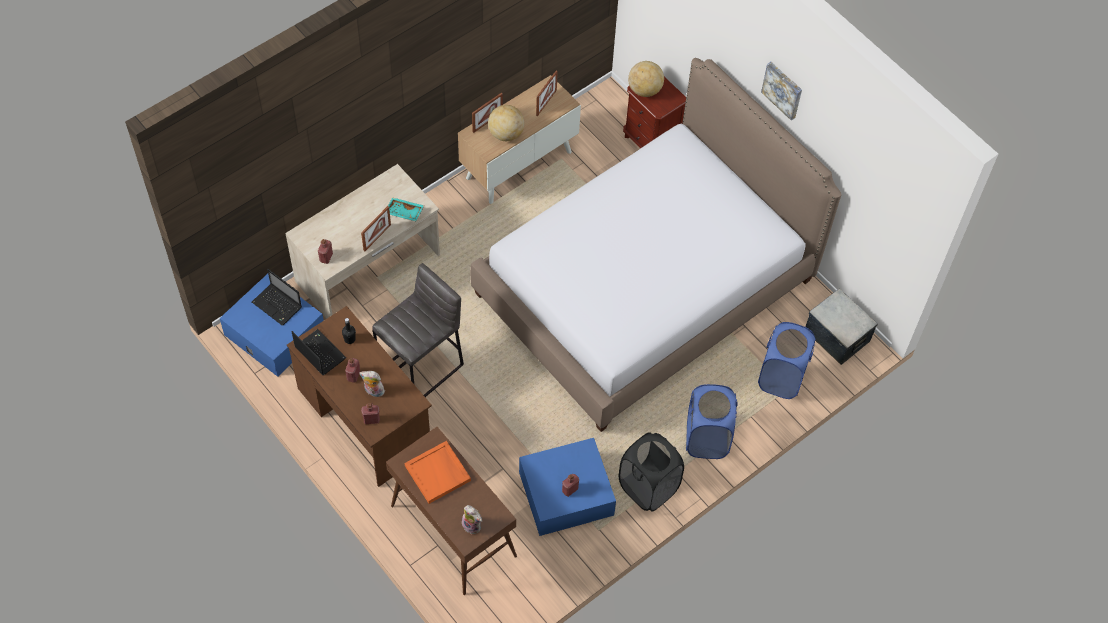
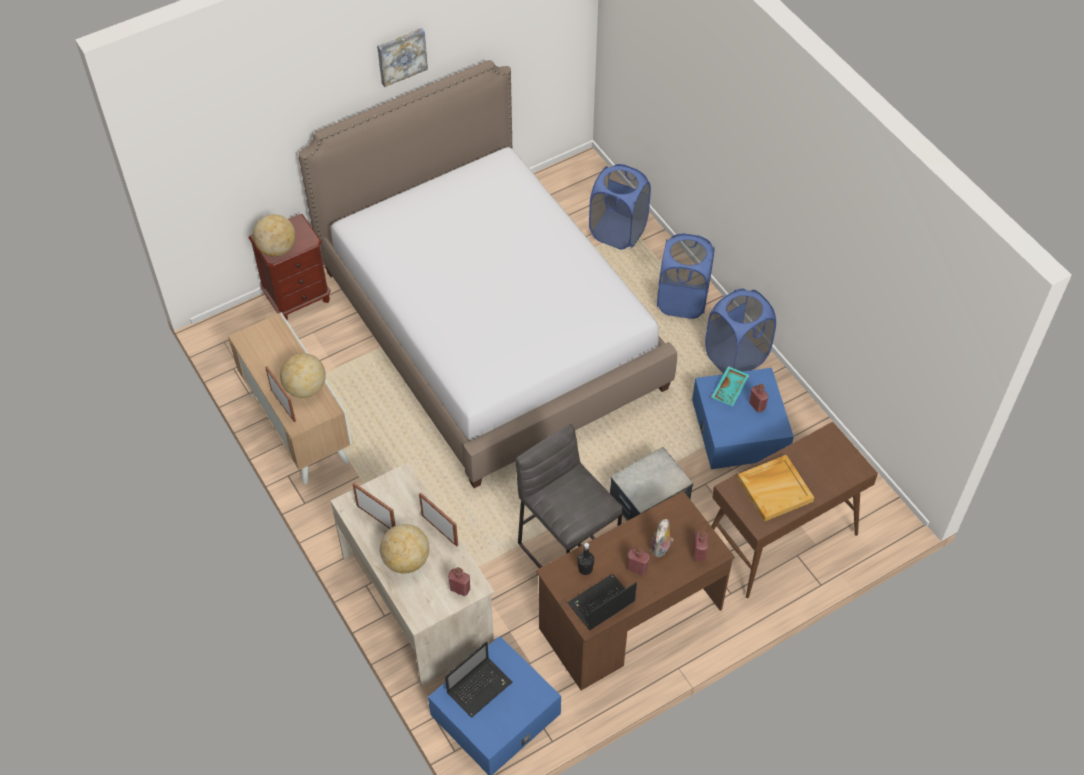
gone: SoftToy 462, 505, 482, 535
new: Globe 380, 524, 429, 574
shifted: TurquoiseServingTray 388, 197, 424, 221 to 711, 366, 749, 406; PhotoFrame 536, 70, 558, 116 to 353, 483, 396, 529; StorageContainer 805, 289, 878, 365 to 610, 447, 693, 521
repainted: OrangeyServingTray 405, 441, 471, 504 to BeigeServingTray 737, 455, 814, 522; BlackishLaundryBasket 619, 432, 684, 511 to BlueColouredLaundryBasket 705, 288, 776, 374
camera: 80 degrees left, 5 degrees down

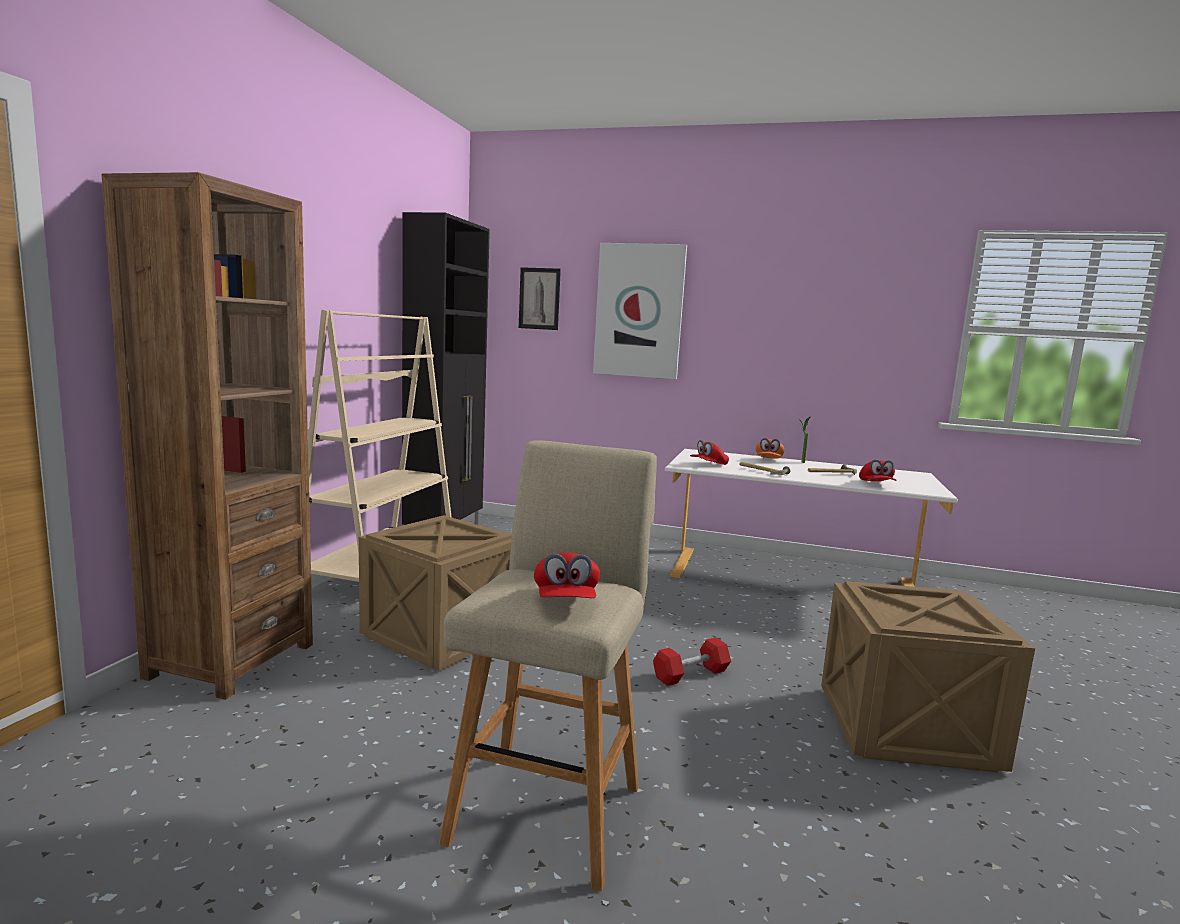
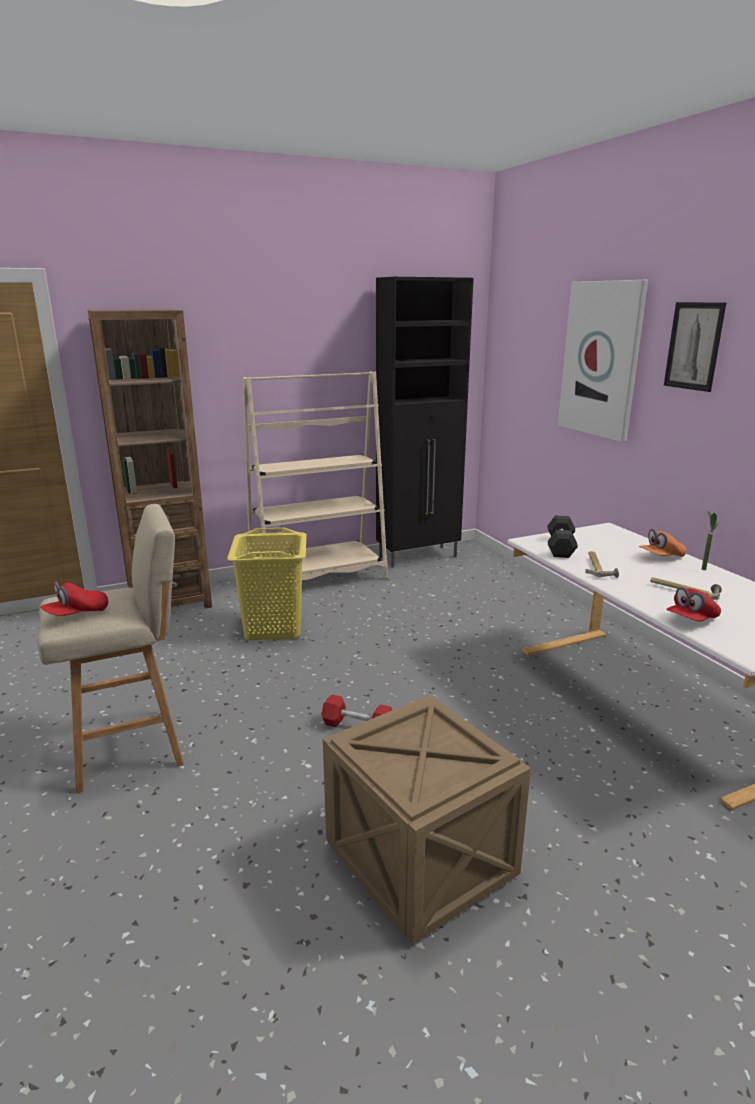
shifted: WallArt 519, 267, 561, 330 to 664, 302, 726, 392
swapped: Crate 359, 515, 512, 670 to YellowishLaundryBasket 227, 528, 307, 640; RedPeakedCap 690, 440, 729, 465 to GreyishHandWeight 547, 515, 578, 558
camera: 50 degrees right, 10 degrees up

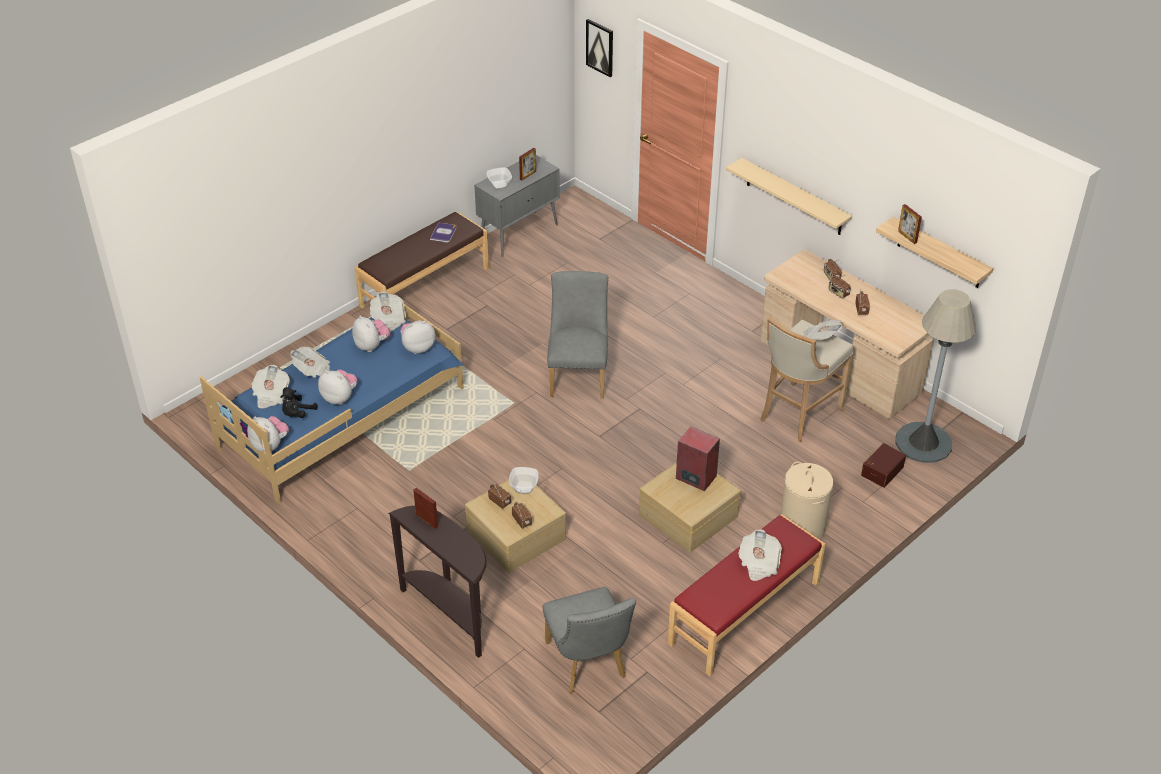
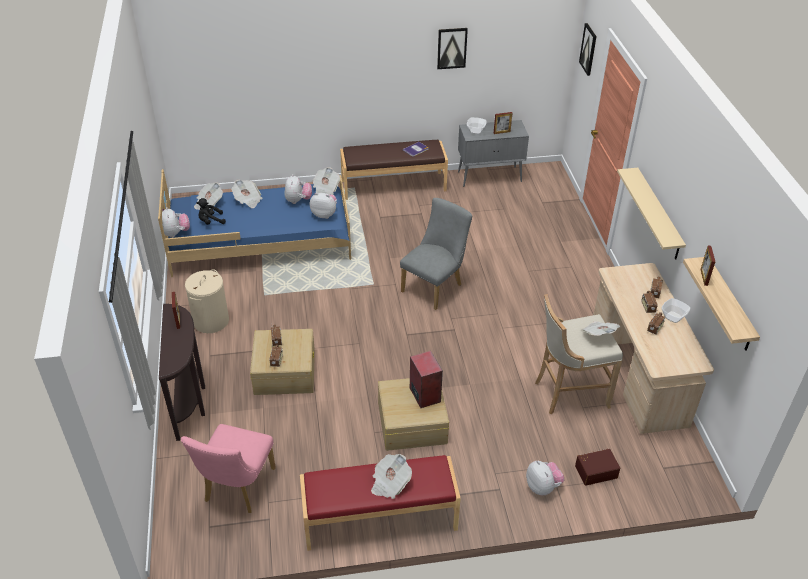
gone: GreyishFloorLamp 896, 289, 976, 463
new: WallArt 437, 28, 468, 69
shifted: SoftToy 318, 369, 357, 405 to 526, 461, 564, 495; DeepDish 509, 467, 539, 494 to 661, 298, 690, 323; BeigeLaundryBasket 780, 462, 833, 539 to 185, 270, 229, 333
repainted: GreyishPlainChair 543, 587, 636, 693 to PinkPlainChair 181, 424, 276, 513
camera: 35 degrees right, 0 degrees up

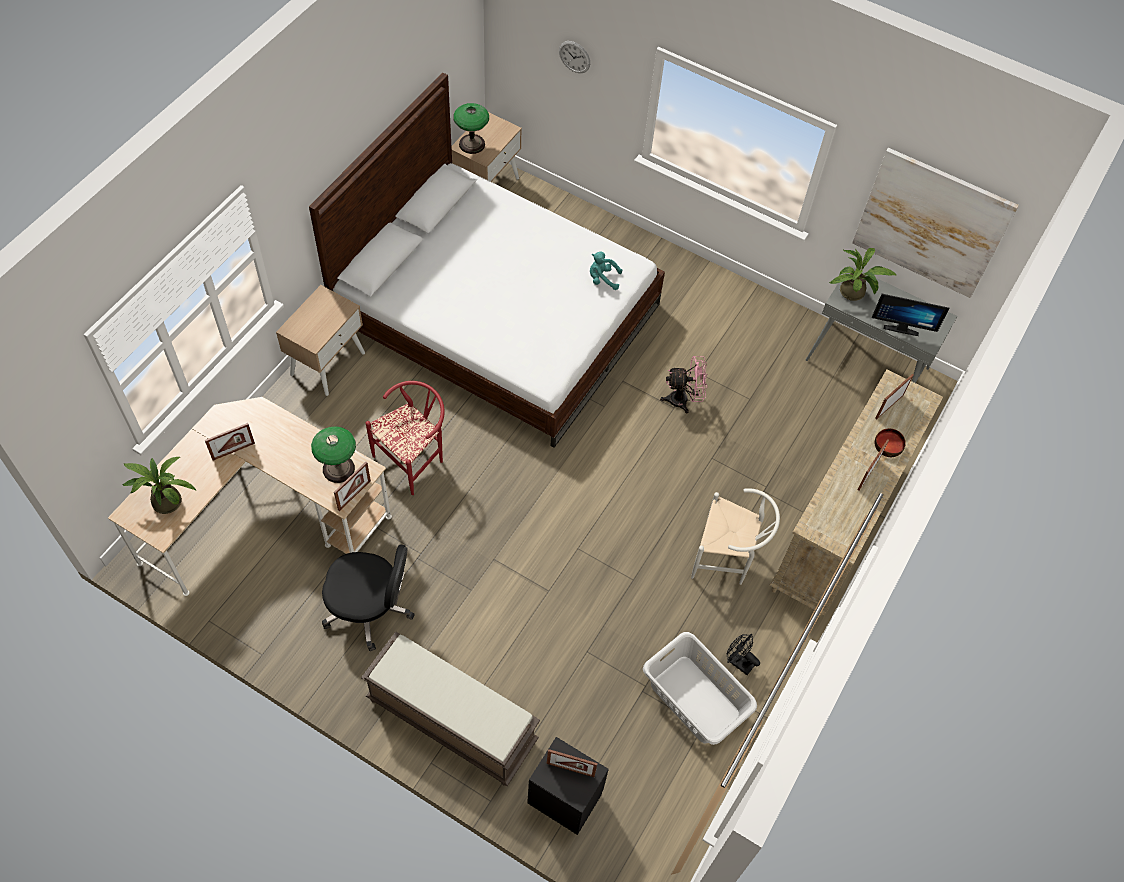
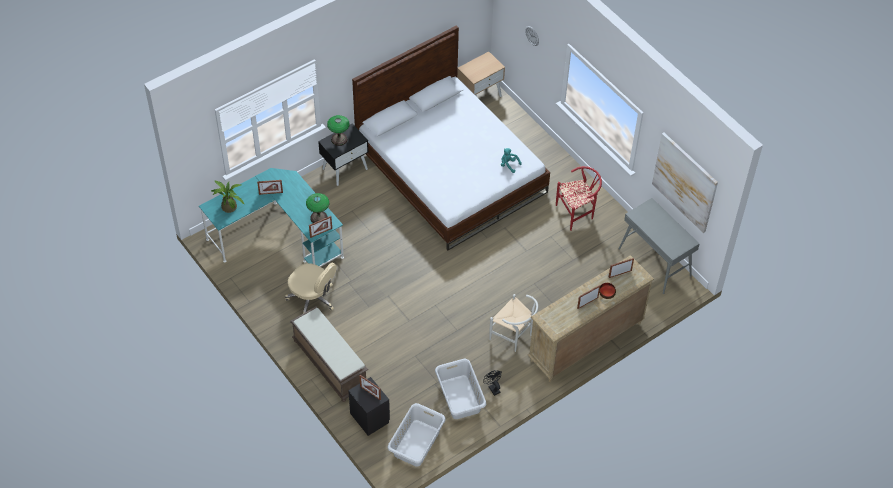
gone: PinkFan 660, 356, 708, 413; PottedPlant 829, 248, 897, 301; ComputerDisplay 872, 294, 949, 336
new: GreyishLaundryBasket 388, 403, 446, 467
shifted: RedPlainChair 366, 381, 445, 495 to 556, 166, 602, 231; LampForATable 454, 103, 489, 154 to 327, 115, 350, 146
repainted: BeigeDeskUnit 108, 397, 392, 596 to TurquoiseDeskUnit 199, 168, 344, 267; BeigeNightTable 276, 285, 365, 396 to BlackishNightTable 318, 123, 369, 186; BlackishComputerChair 322, 544, 415, 651 to BeigeComputerChair 285, 262, 337, 313
camera: 25 degrees right, 5 degrees down

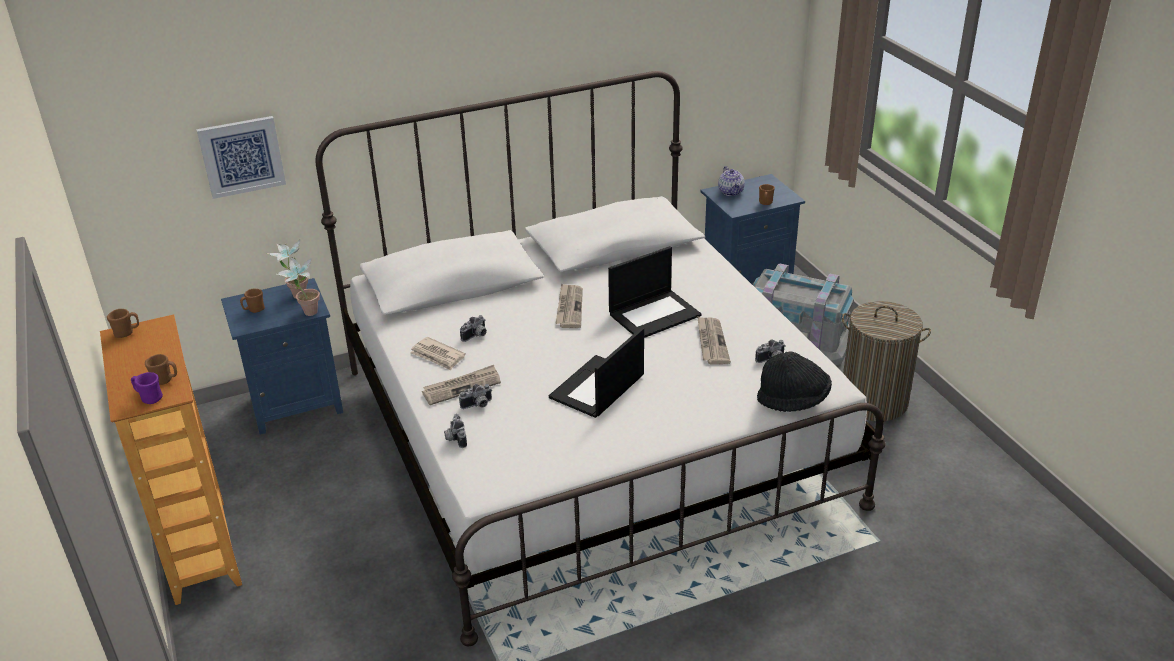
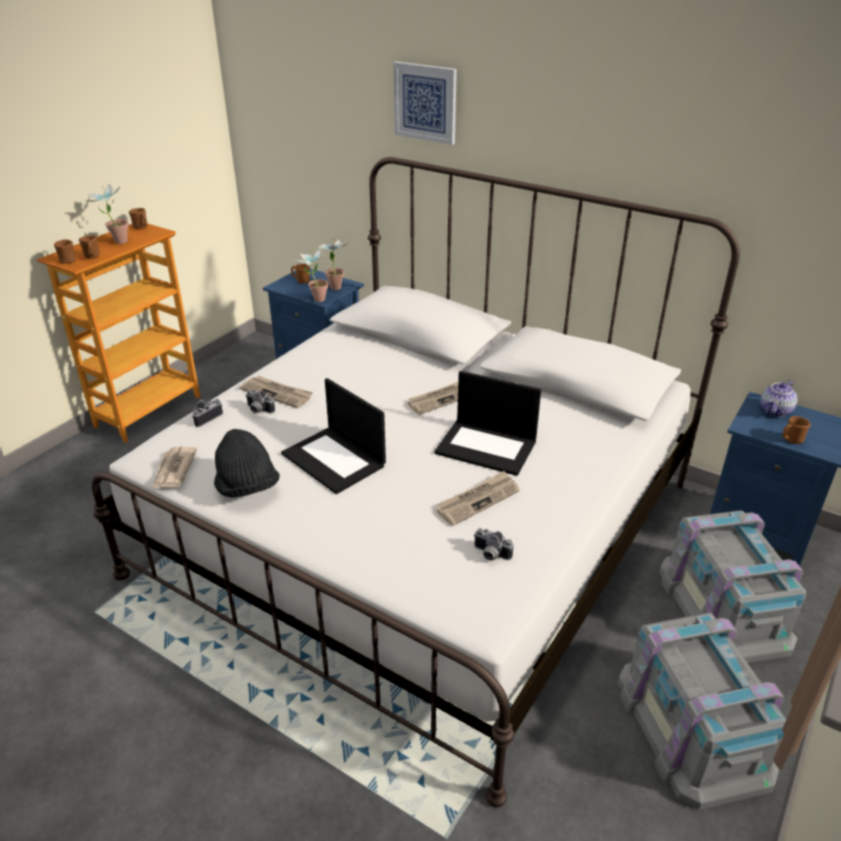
gone: StillCamera 460, 315, 487, 342
new: PottedPlant 86, 184, 129, 244
shifted: WallArt 196, 116, 286, 199 to 393, 62, 457, 145; DailyPaper 410, 337, 466, 371 to 152, 447, 198, 489; BlackishWearableHat 757, 351, 832, 412 to 214, 429, 280, 498
swapped: LaundryBasket 842, 301, 931, 421 to GreyishStorageContainer 618, 612, 786, 810
repainted: PurpleColouredTeaMug 131, 372, 163, 404 to BrownTeaMug 54, 239, 76, 264
rotated: Laptop 549, 327, 644, 418 = 281, 378, 386, 494 135 degrees counterclockwise
camera: 55 degrees right, 0 degrees up

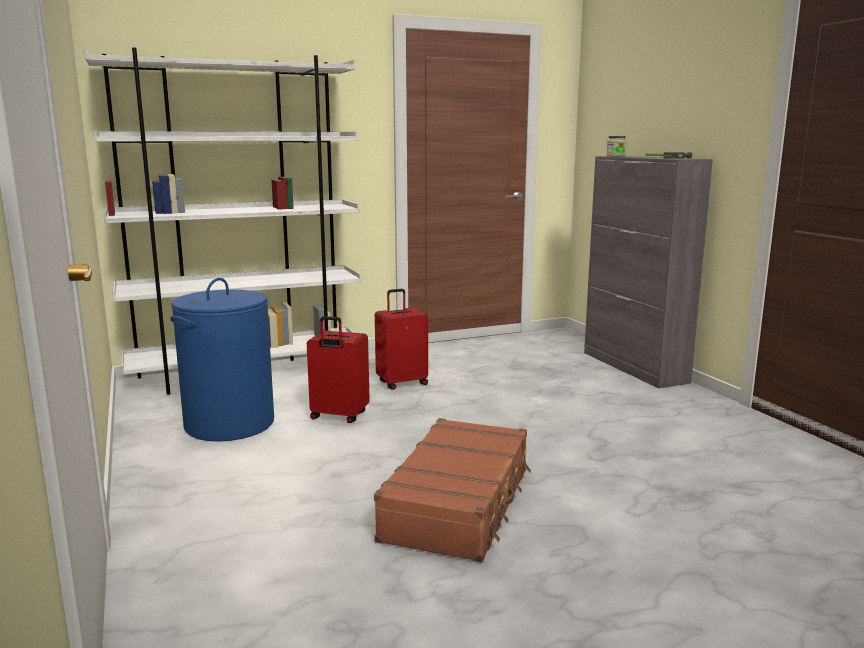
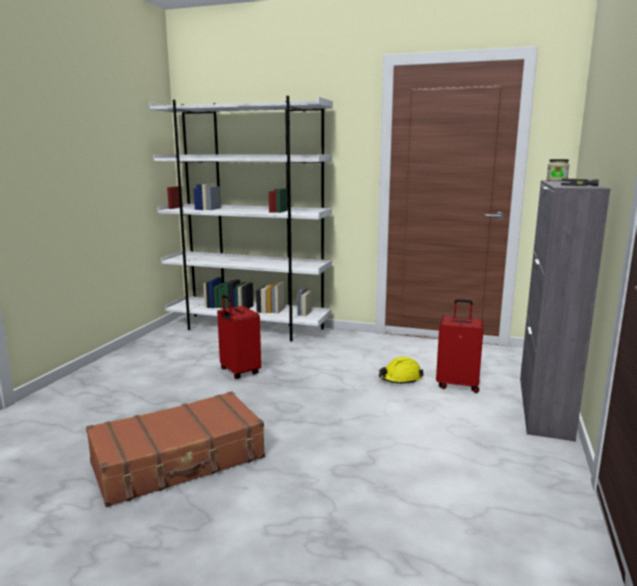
gone: BlueColouredLaundryBasket 170, 278, 274, 442
new: YellowishHardHat 379, 357, 424, 384
shifted: RedPieceOfLuggage 375, 289, 428, 390 to 436, 299, 483, 393
camera: 40 degrees right, 0 degrees up

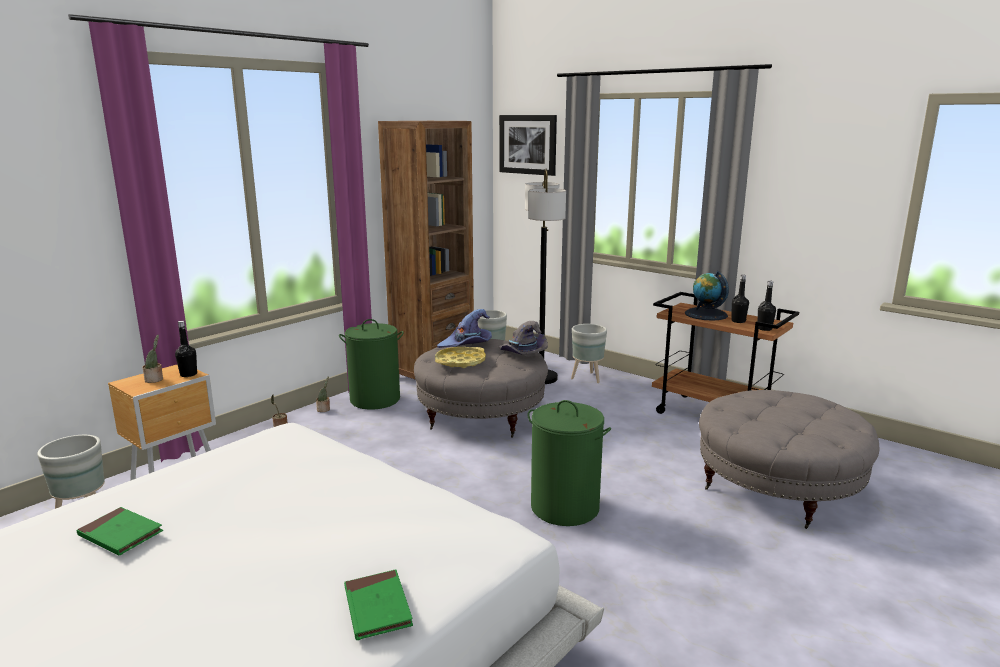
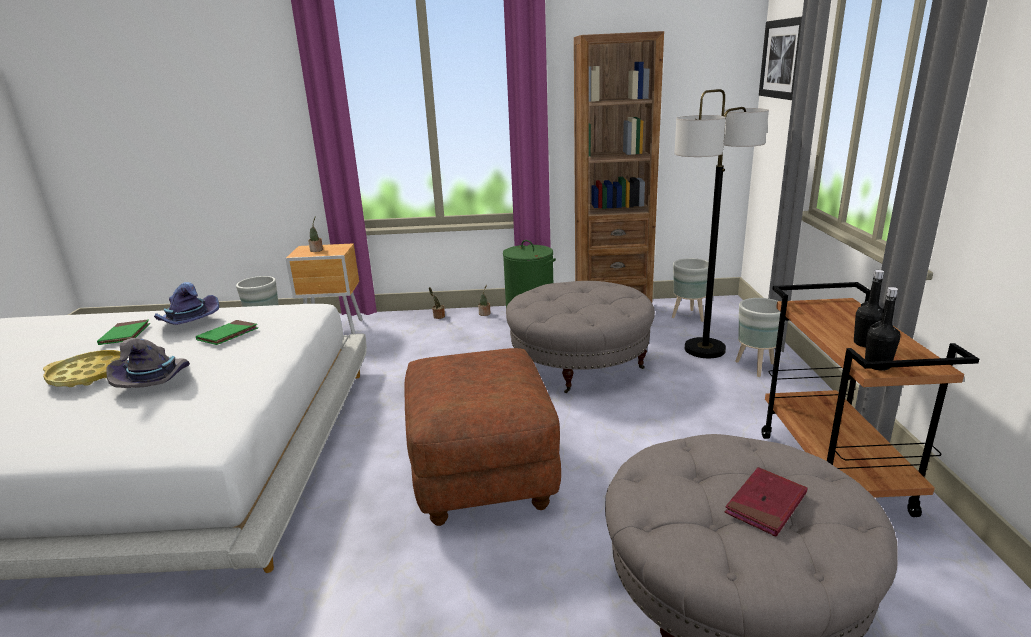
gone: BlackishBottle 175, 321, 197, 377; Globe 685, 271, 729, 321
new: RedBook 725, 467, 808, 537
shifted: GreenBook 344, 569, 413, 640 to 196, 320, 258, 345; YellowishServingTray 435, 347, 486, 368 to 43, 350, 127, 387; PurpleColouredWearableHat 437, 309, 492, 348 to 154, 282, 219, 325; GreyishWearableHat 499, 321, 548, 355 to 106, 338, 190, 388
swapped: GreenLaundryBasket 528, 400, 611, 526 to BrownFootrest 405, 348, 561, 526
camera: 50 degrees right, 5 degrees up

